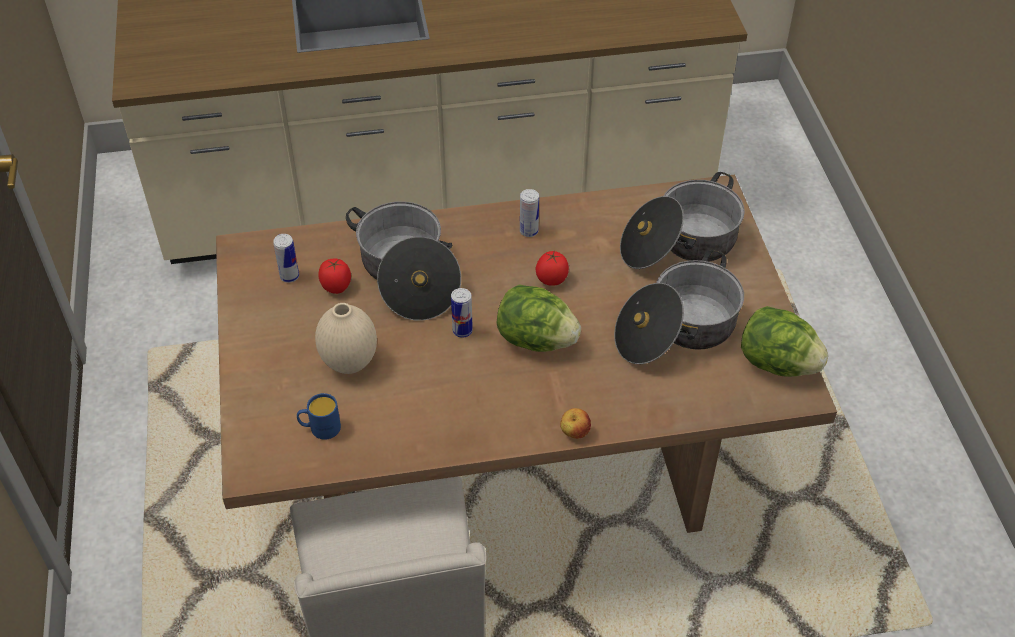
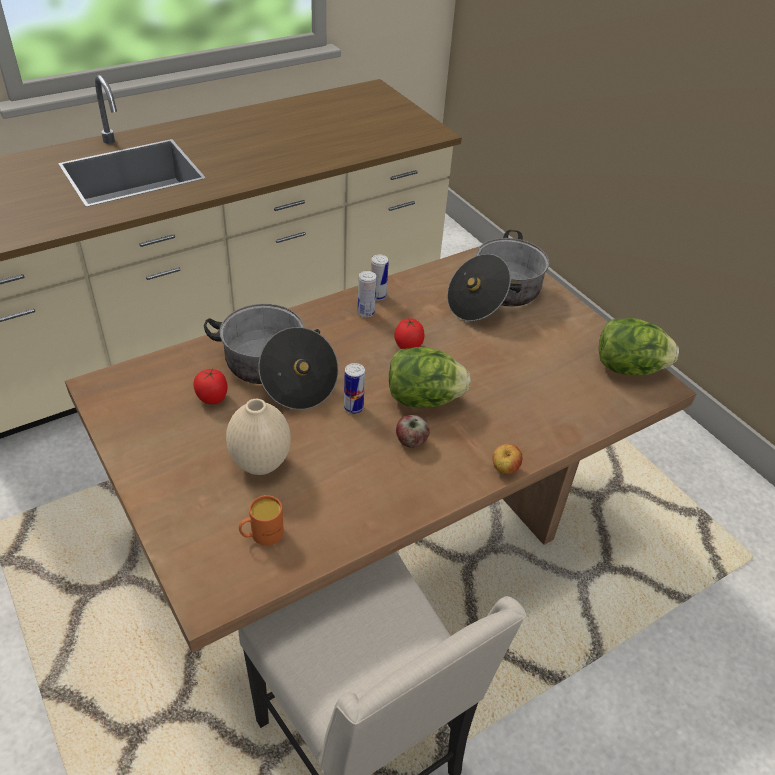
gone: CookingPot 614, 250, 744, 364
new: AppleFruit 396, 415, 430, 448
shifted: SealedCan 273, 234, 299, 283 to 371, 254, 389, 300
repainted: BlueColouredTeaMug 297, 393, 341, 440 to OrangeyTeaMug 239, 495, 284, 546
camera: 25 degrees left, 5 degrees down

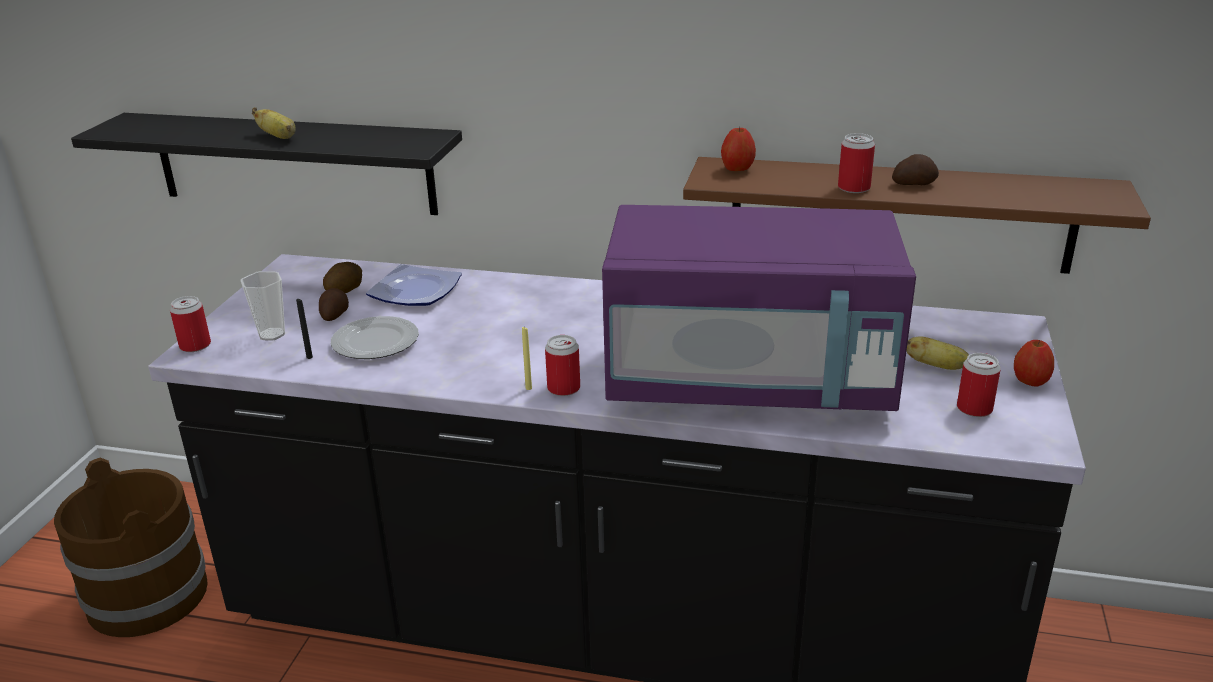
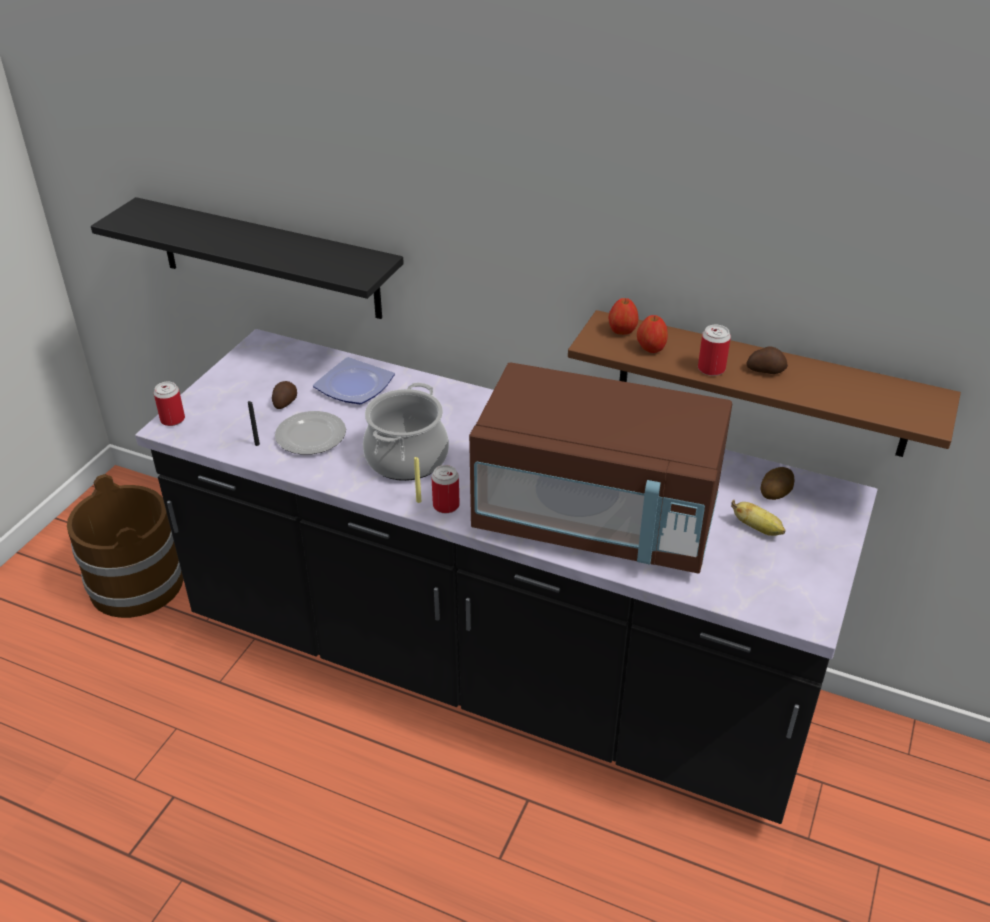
gone: DrinkingCup 240, 271, 285, 341; Banana 252, 107, 296, 139; SealedCan 957, 353, 1001, 417
new: CookingPot 363, 383, 449, 481
shifted: Spud 323, 262, 362, 293 to 760, 467, 795, 500; AppleFruit 1014, 340, 1054, 386 to 637, 315, 668, 353
repainted: PurpleColouredKitchenMicrowave 602, 205, 916, 411 to BrownKitchenMicrowave 469, 362, 732, 574
camera: 10 degrees right, 10 degrees up

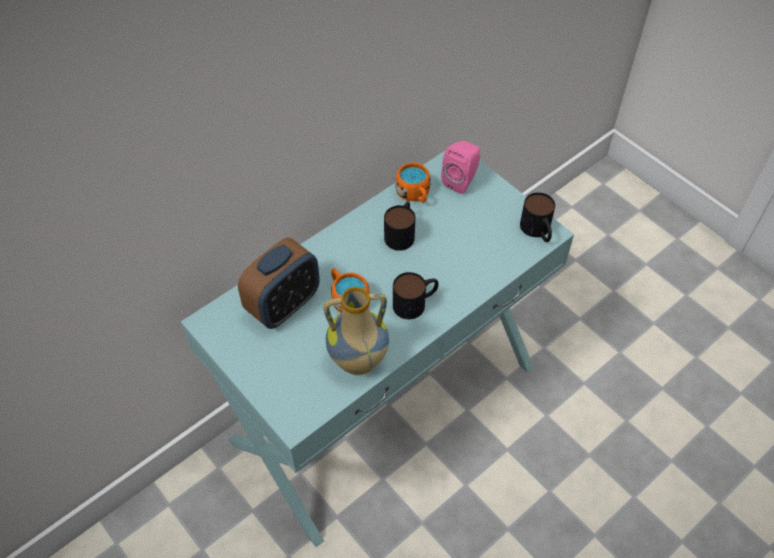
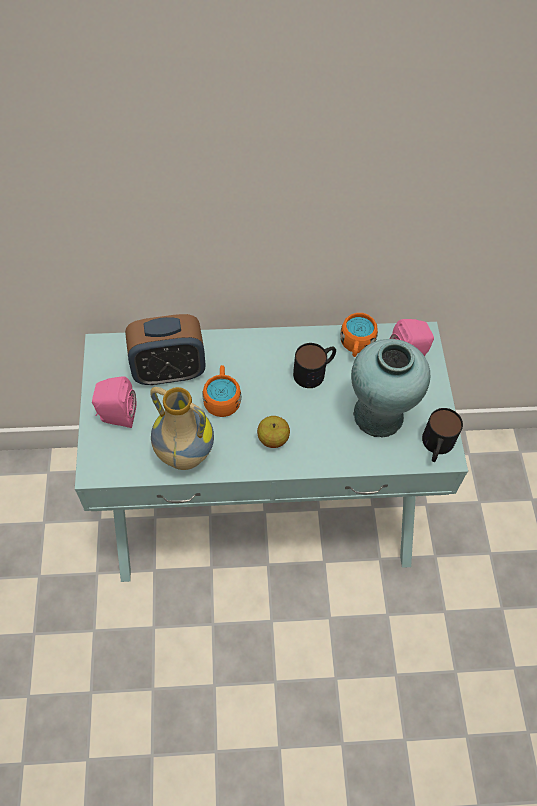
new: PinkLoudspeaker 92, 376, 137, 428; TurquoiseFlowerVase 351, 339, 430, 438
swapped: TeaMug 393, 272, 439, 319 to AppleFruit 257, 416, 290, 448
camera: 35 degrees right, 5 degrees up

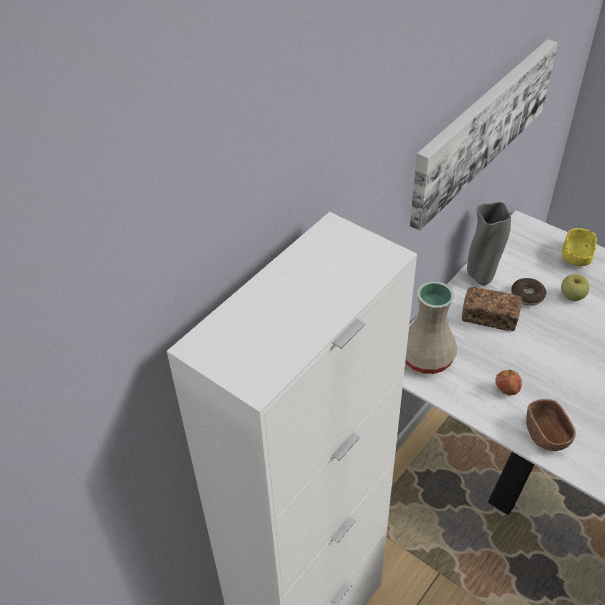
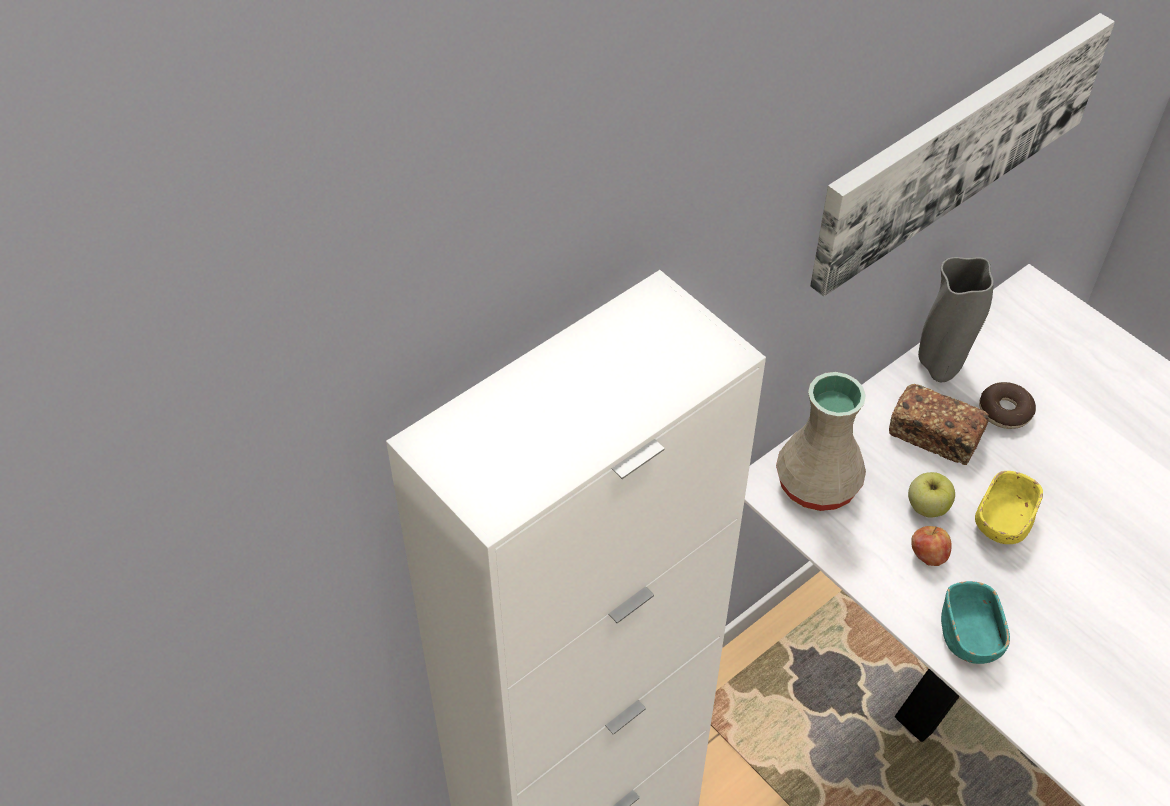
shifted: AppleFruit 561, 274, 589, 301 to 908, 472, 955, 518; YellowishDeepDish 562, 228, 597, 266 to 975, 471, 1043, 544
repainted: BrownDeepDish 526, 399, 576, 451 to TurquoiseDeepDish 941, 581, 1010, 664
camera: 10 degrees right, 5 degrees up

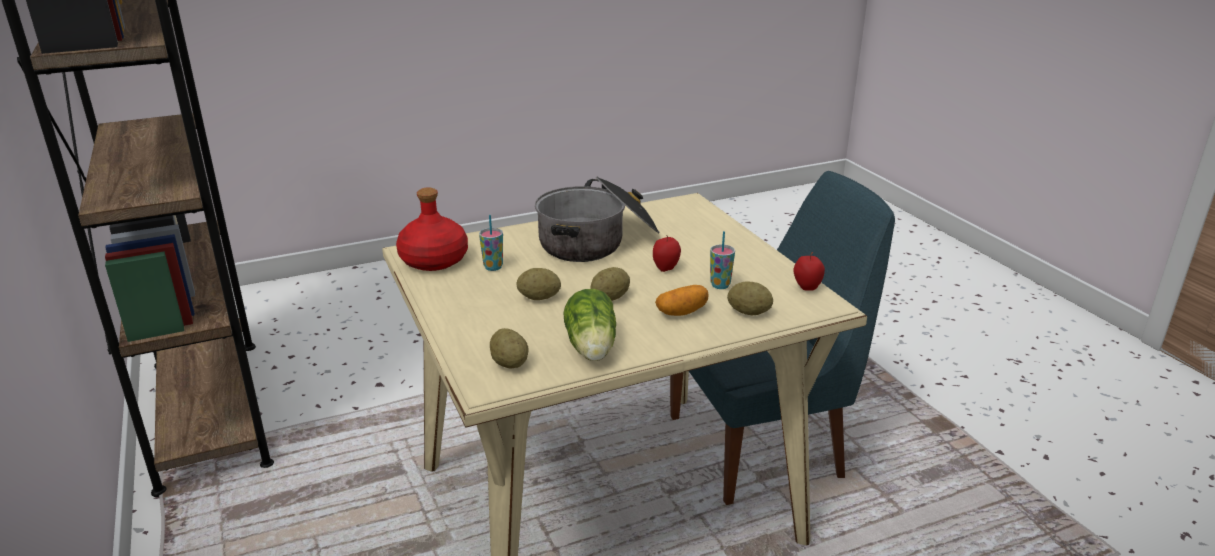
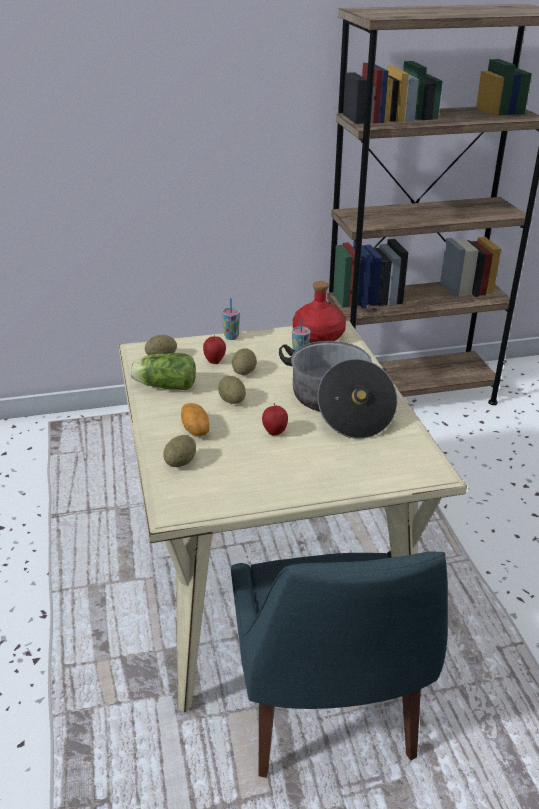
shifted: DrinkingCup 710, 231, 735, 289 to 222, 298, 240, 340; AppleFruit 793, 252, 825, 291 to 203, 335, 226, 364
camera: 100 degrees right, 5 degrees up

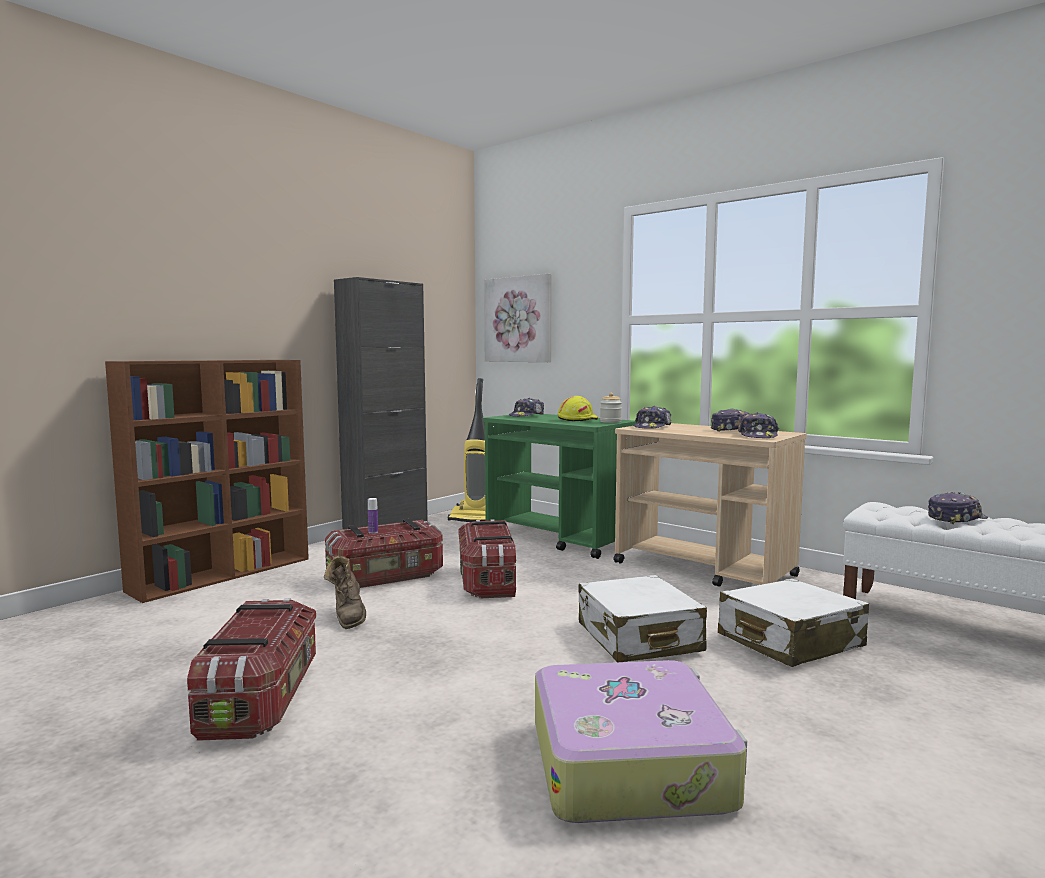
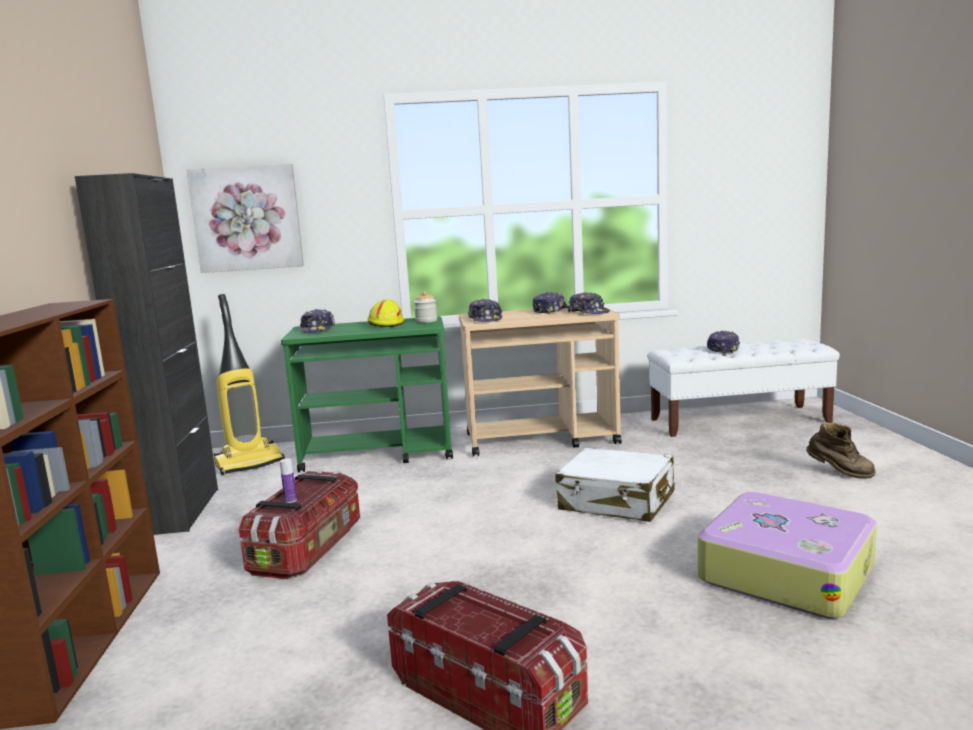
gone: StorageContainer 458, 520, 517, 598; WhiteColouredPieceOfLuggage 718, 578, 869, 667
shifted: BrownTallBoot 324, 556, 366, 629 to 806, 423, 876, 479
camera: 45 degrees left, 5 degrees up

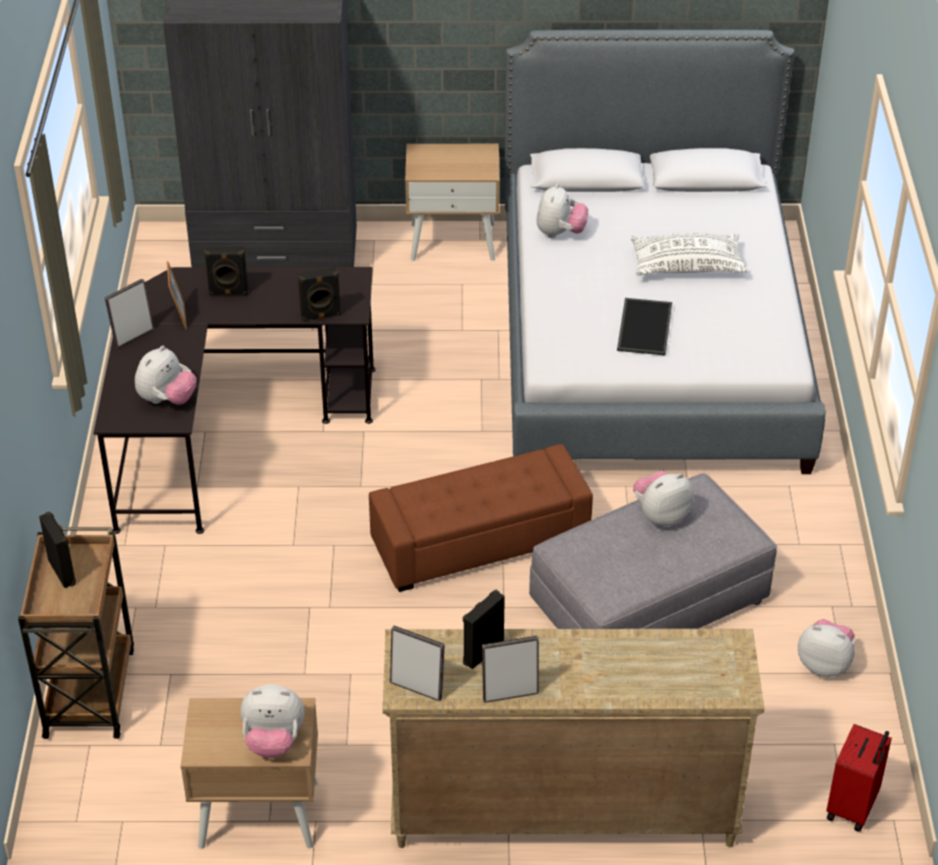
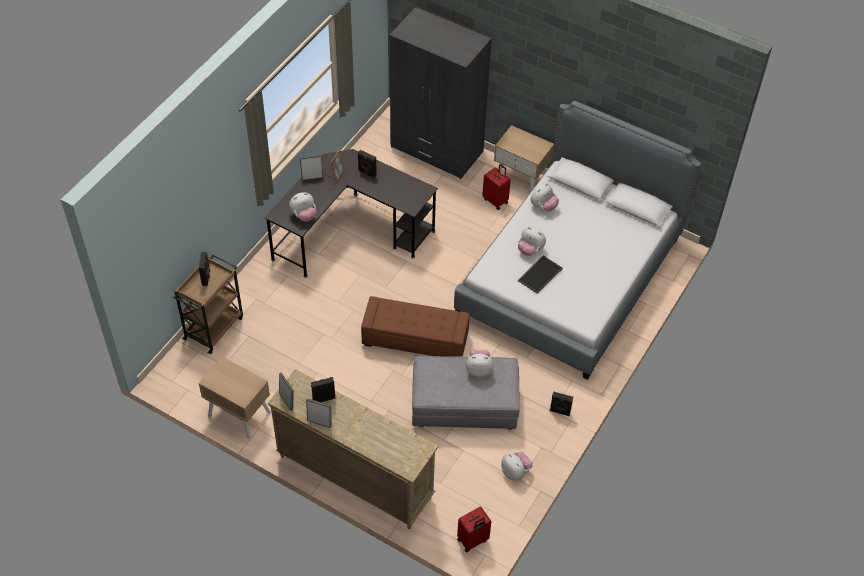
gone: WhiteColouredThrowPillow 631, 233, 748, 276
new: RedPieceOfLuggage 482, 164, 511, 210
shifted: SoftToy 241, 685, 304, 758 to 518, 227, 546, 256; BlackishLoudspeaker 298, 267, 341, 321 to 550, 392, 573, 416
camera: 30 degrees right, 10 degrees up

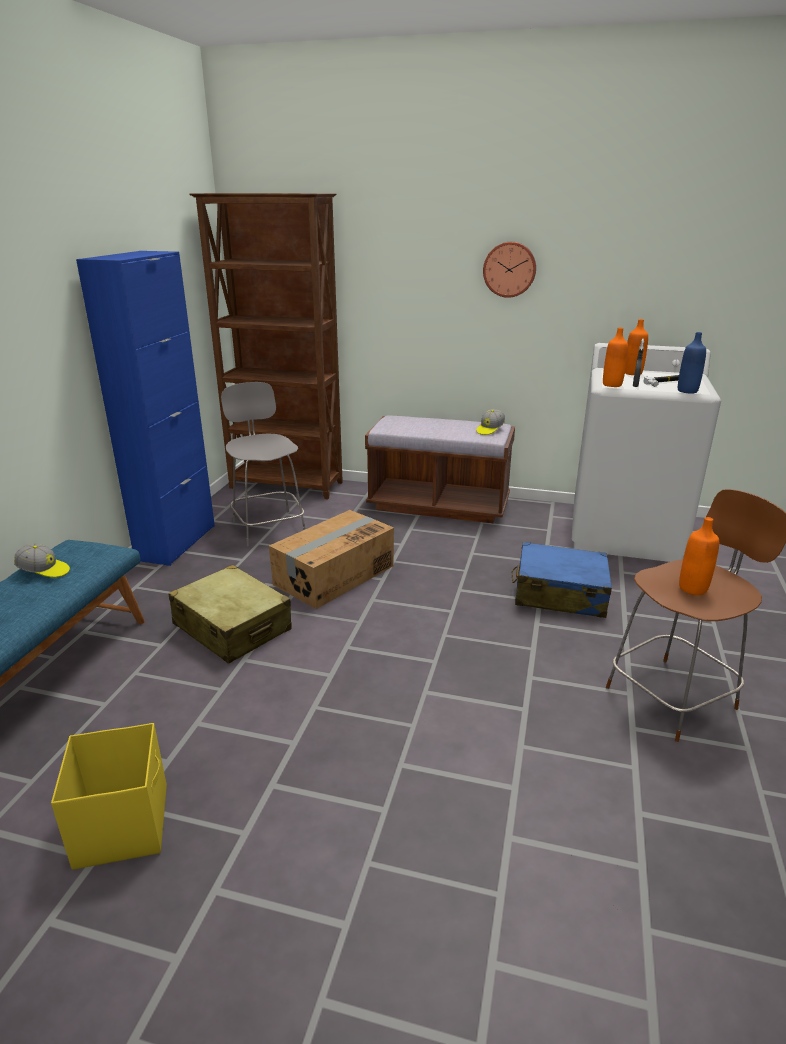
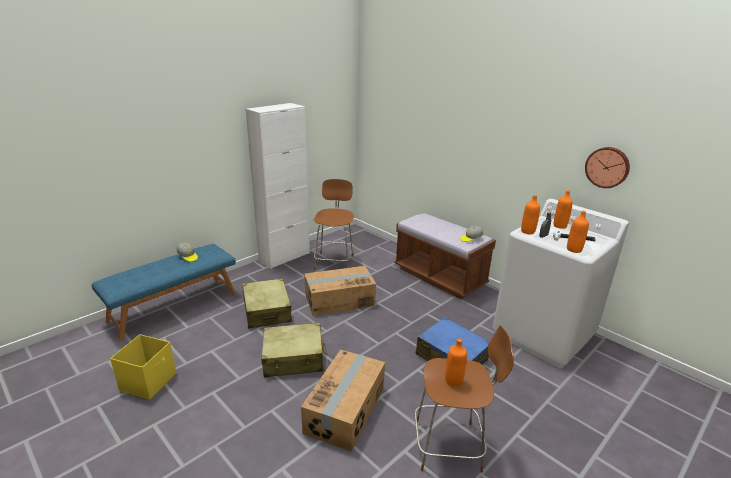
gone: BrownShelvingUnit 189, 193, 343, 499
new: BeigePieceOfLuggage 261, 323, 327, 377; Carton 301, 350, 385, 452
shifted: ClockOnTheWall 483, 242, 536, 298 to 585, 147, 630, 188
repainted: BlueColouredCupboard 76, 251, 215, 566 to WhiteColouredCupboard 246, 103, 310, 269; GreyishStool 221, 382, 306, 546 to BrownStool 314, 179, 354, 270; BlueColouredBottle 678, 332, 706, 394 to OrangeyBottle 567, 211, 589, 253
camera: 30 degrees right, 0 degrees up

